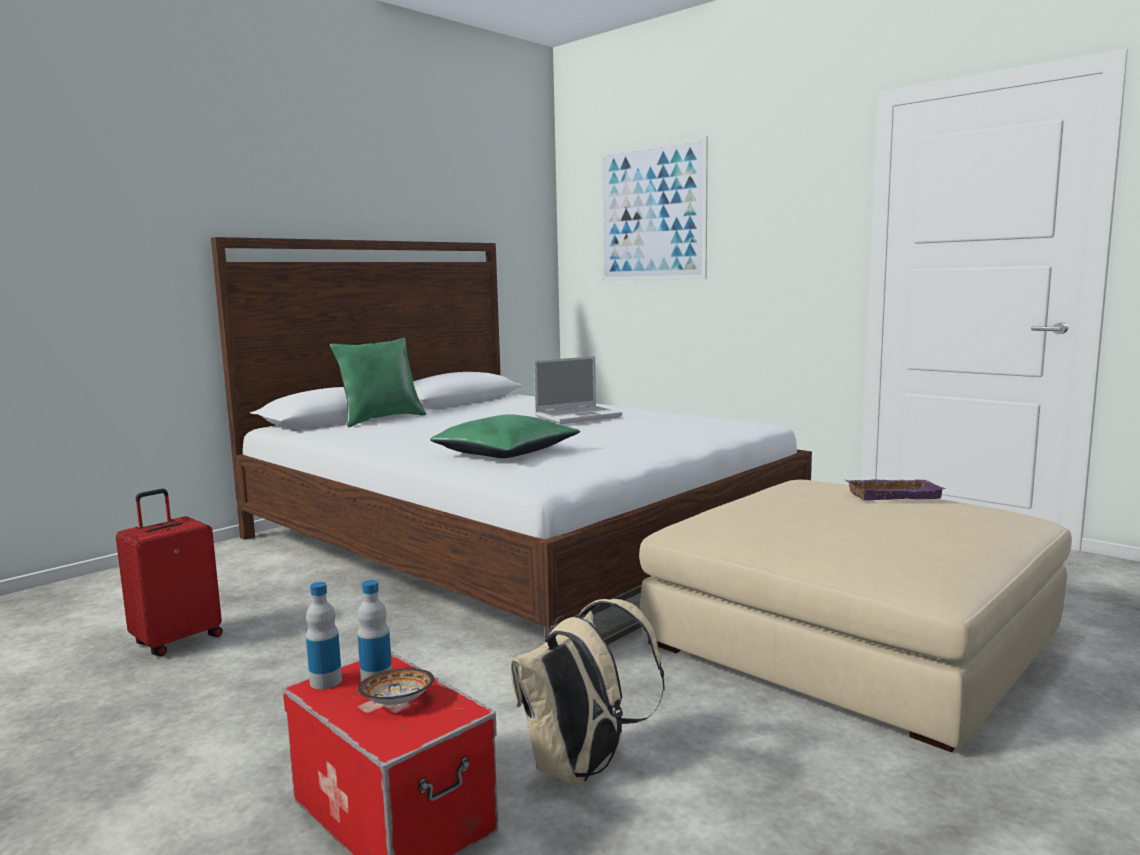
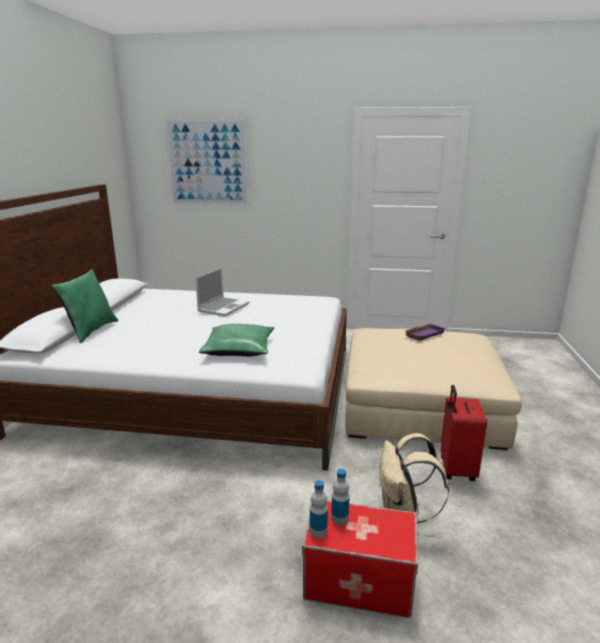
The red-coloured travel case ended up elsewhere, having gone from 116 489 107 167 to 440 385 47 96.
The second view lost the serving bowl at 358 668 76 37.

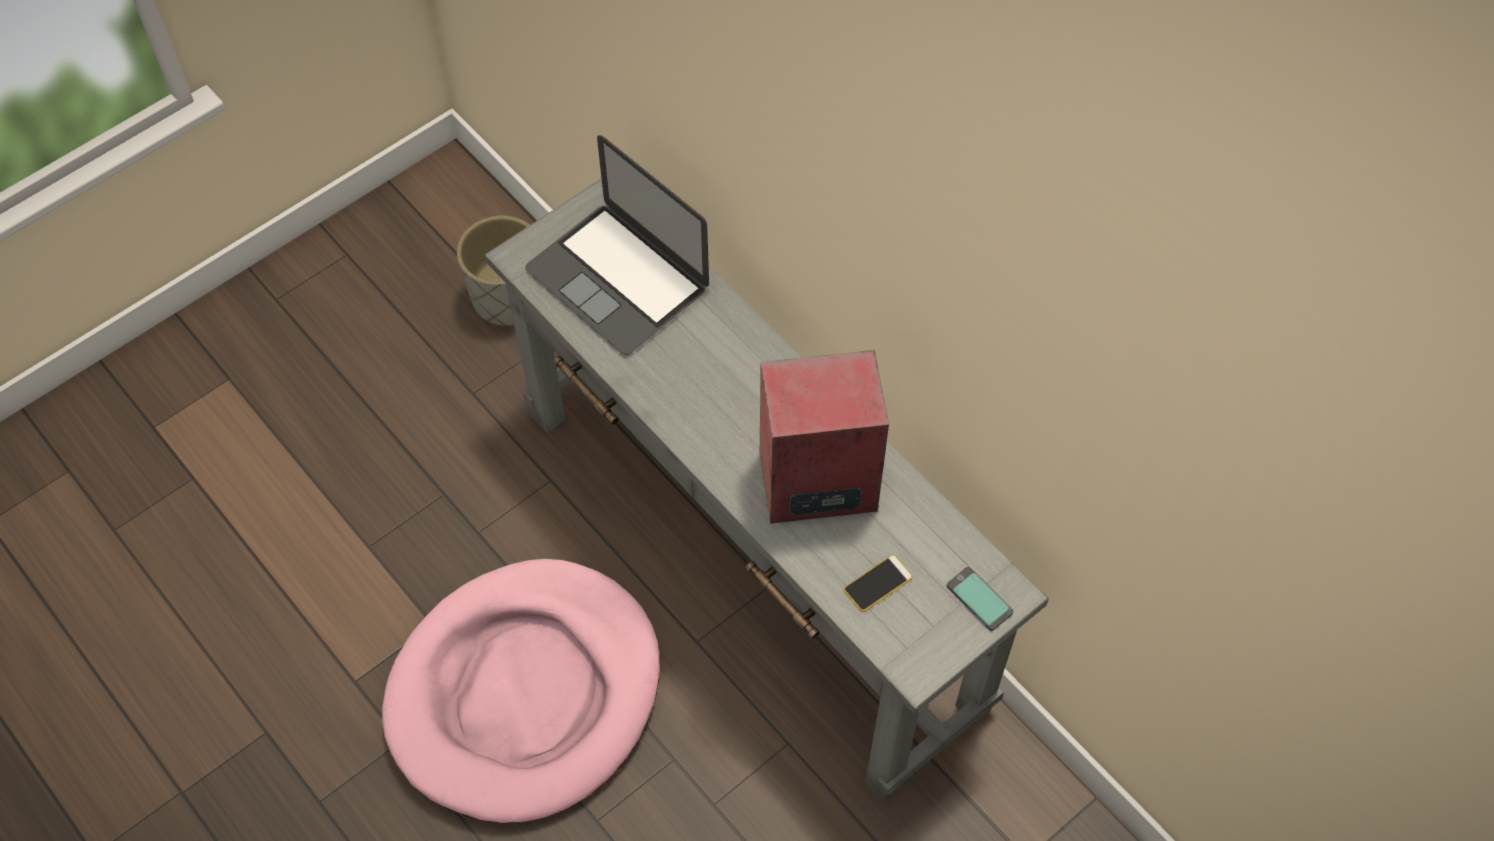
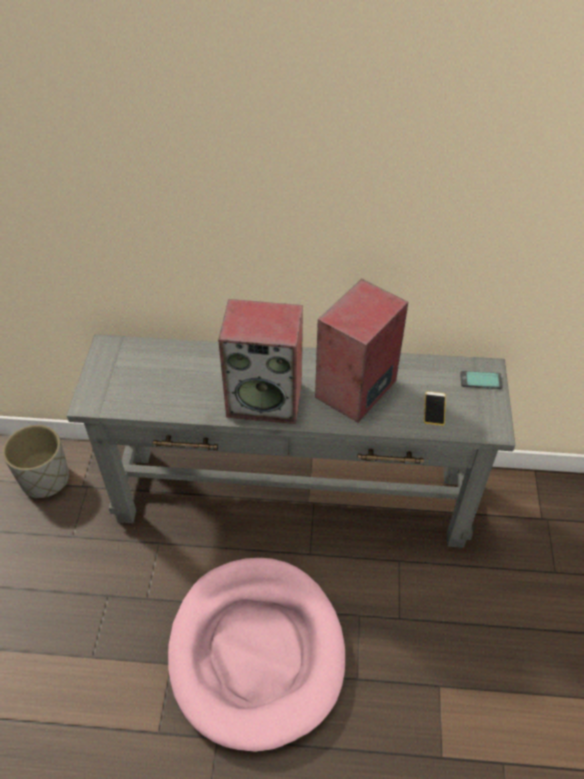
The second view lost the laptop at 525 135 184 220.
The second view gained the audio speaker at 218 299 85 125.

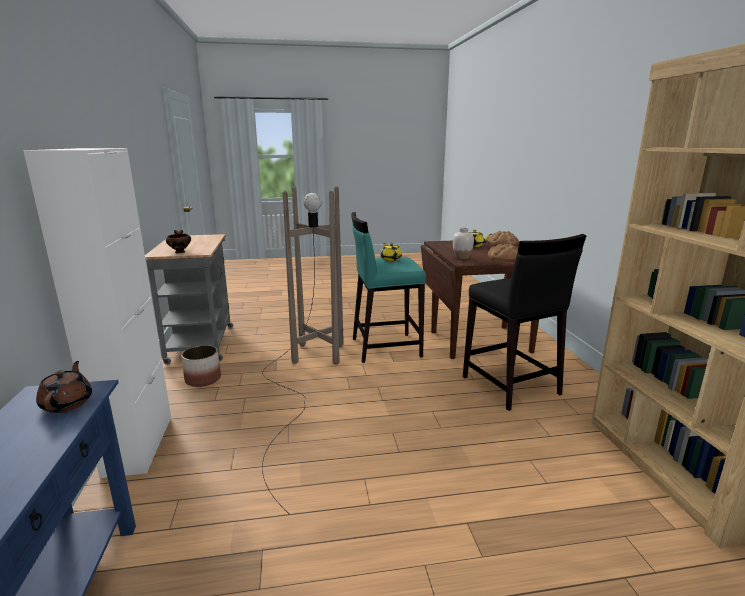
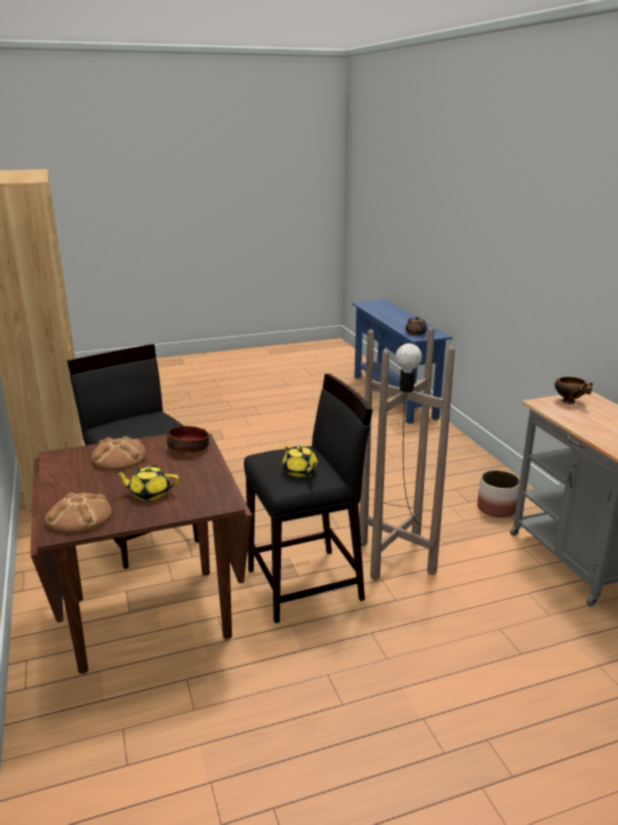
The second view lost the white-coloured cupboard at 23 148 148 330.
What was the turquoise sitting stool at 351 212 75 151 turned into the black-coloured sitting stool at 244 374 129 249.
Where the white-coloured vase stood at 453 227 21 32, the serving bowl came to stand at 167 426 42 28.

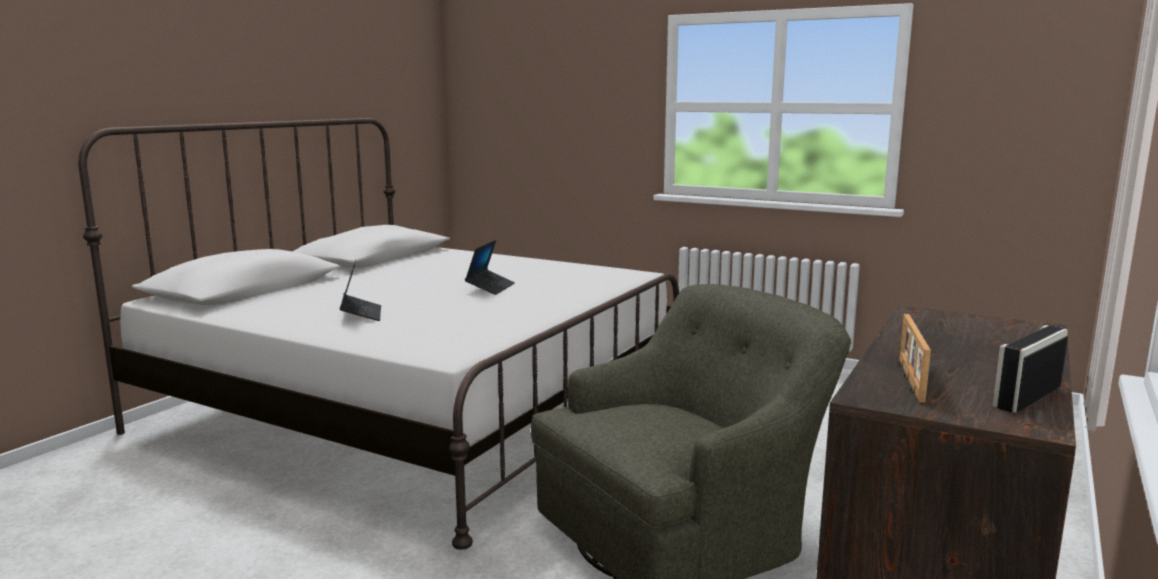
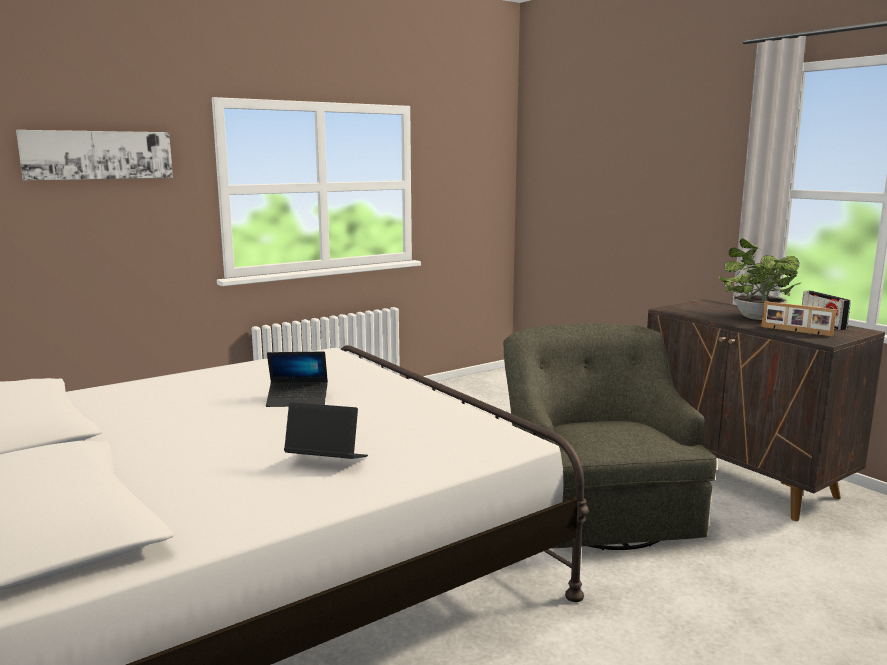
The laptop at 465 240 50 55 ended up facing another way, 135 degrees clockwise from before.
The second view gained the wall picture at 16 130 157 50.
The second view gained the houseplant at 718 238 84 82.

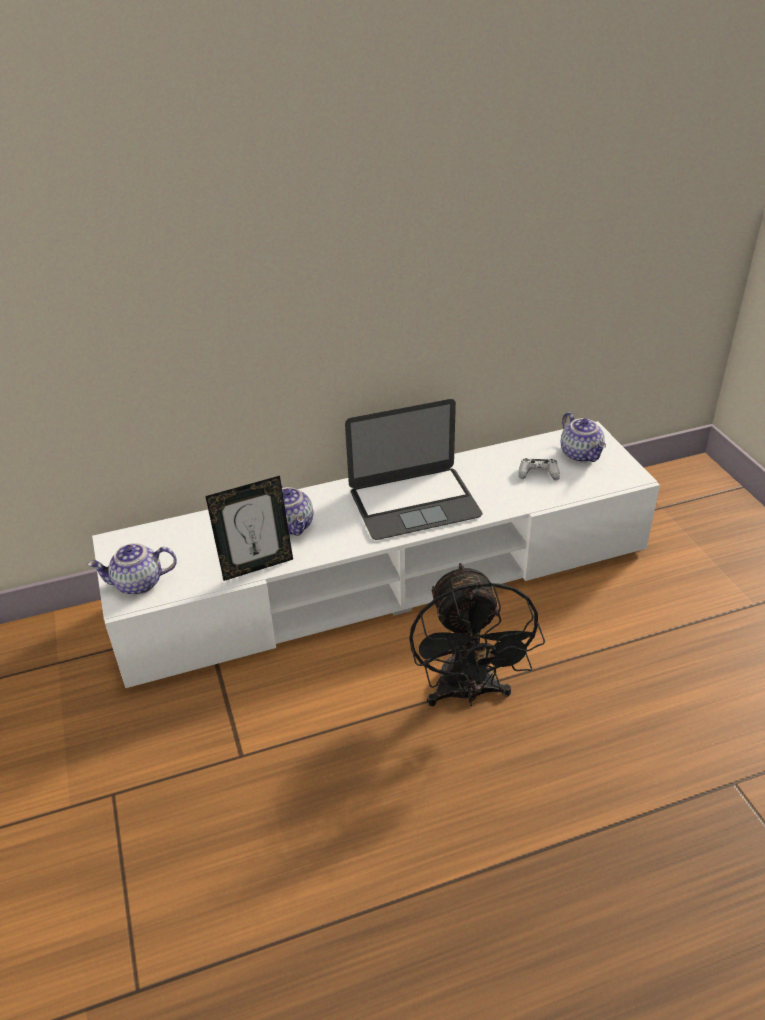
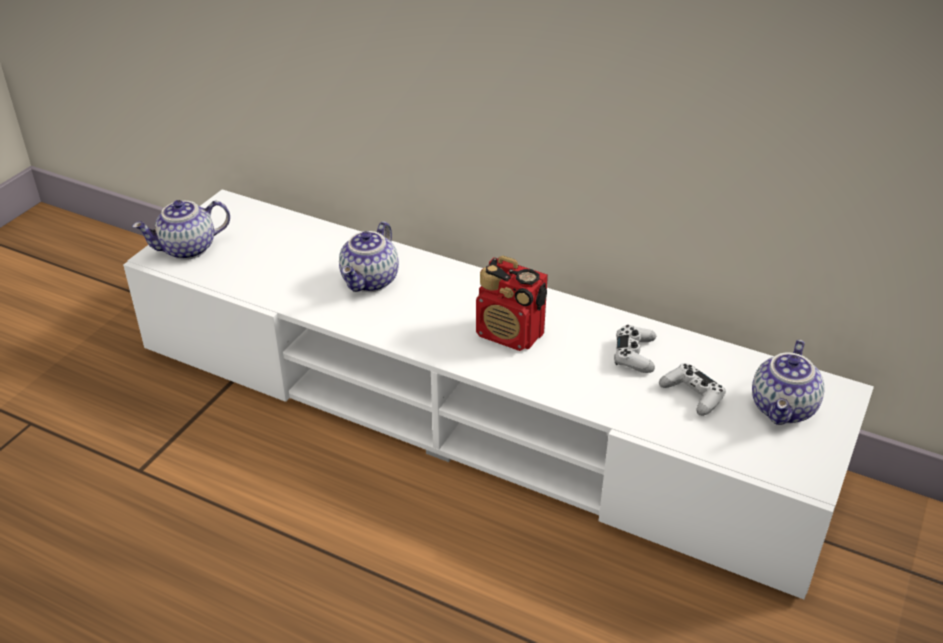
Where the laptop stood at 345 399 137 141, the radio set came to stand at 476 256 72 95.
The second view lost the photo frame at 205 476 88 105.
The teapot at 87 543 90 52 ended up facing another way, 60 degrees counterclockwise from before.
The second view lost the black-coloured cooling fan at 409 563 136 143.
The second view gained the white-coloured joypad at 614 325 42 48.

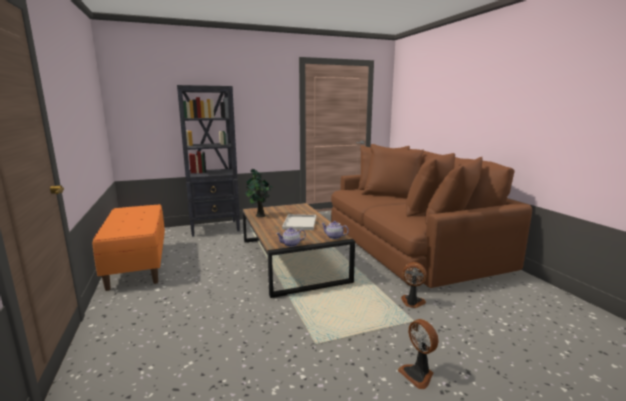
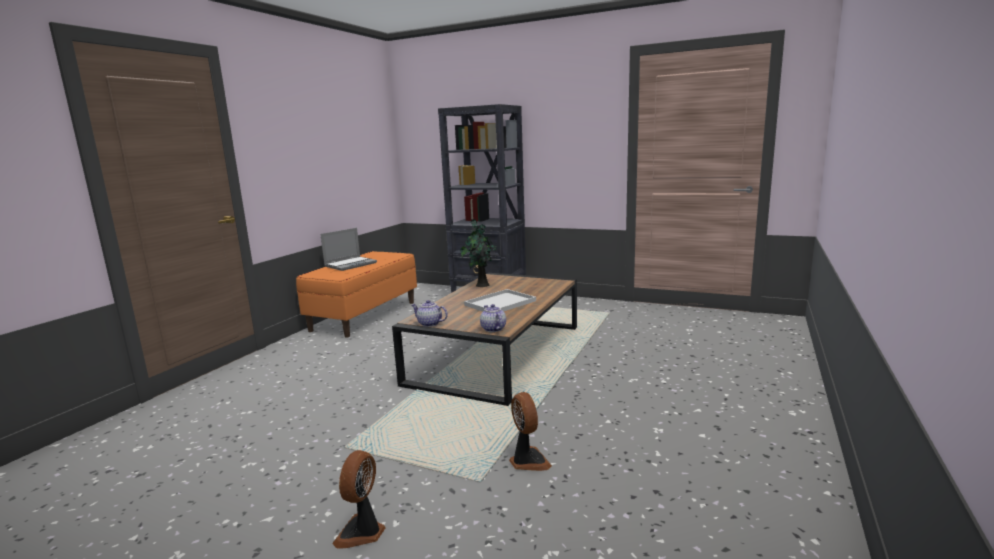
The second view lost the brown-coloured settee at 331 144 201 144.
The second view gained the laptop at 320 228 57 43.

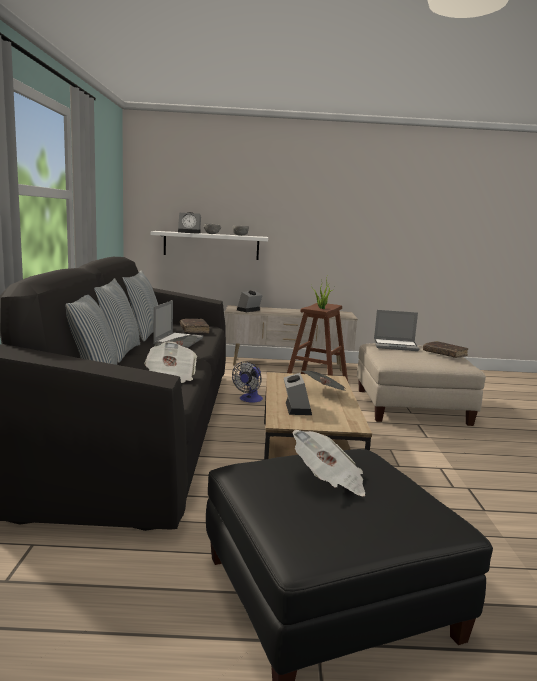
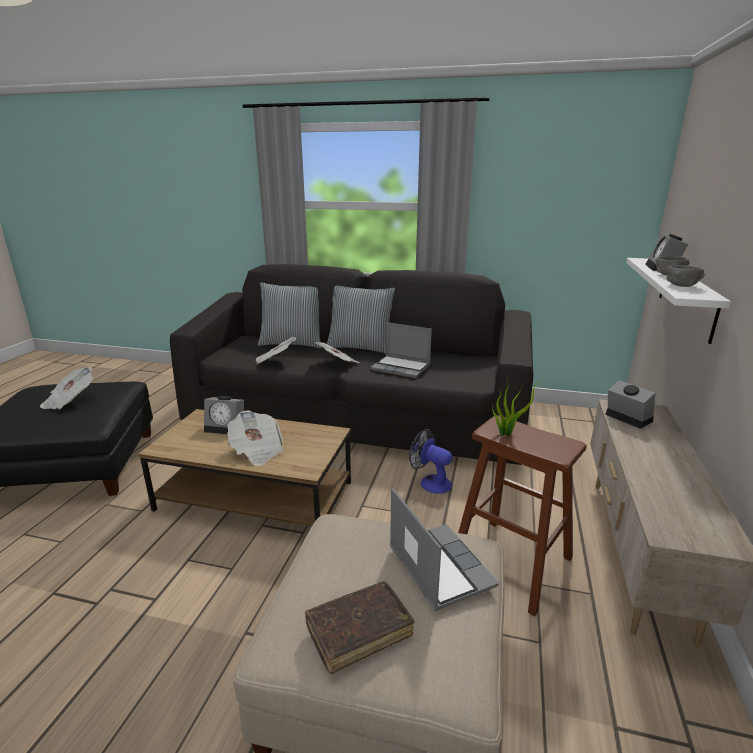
The second view lost the throw pillow at 122 270 36 71.
The laptop at 374 310 45 41 ended up facing another way, 135 degrees clockwise from before.
The second view lost the brown-coloured bound book at 180 319 30 15.

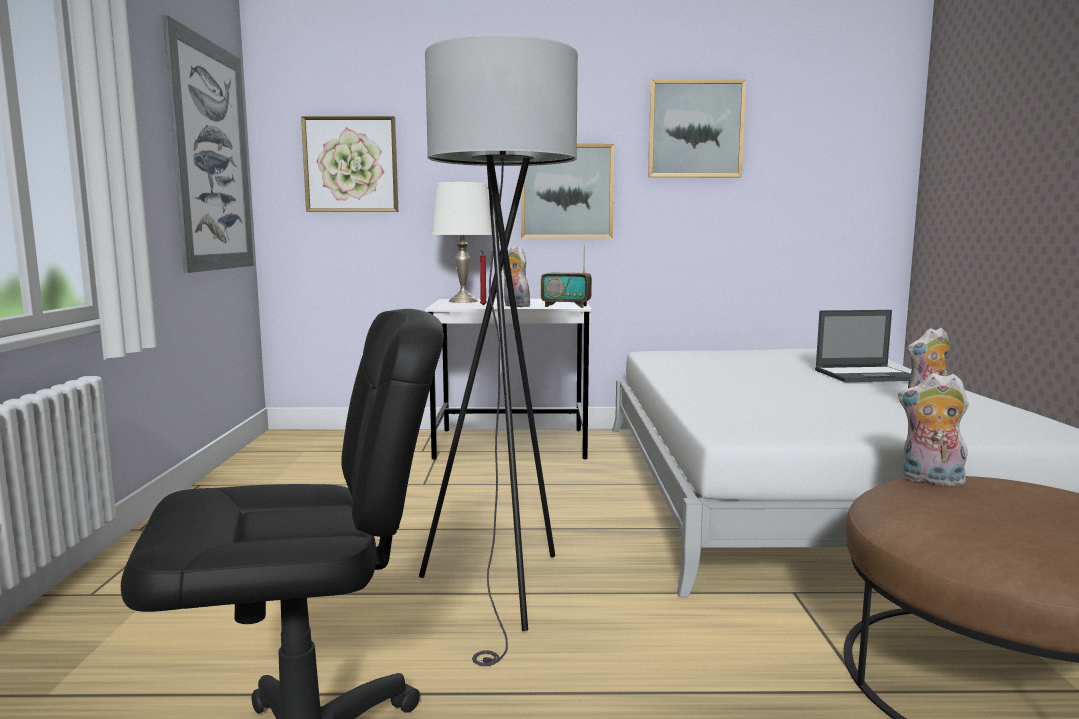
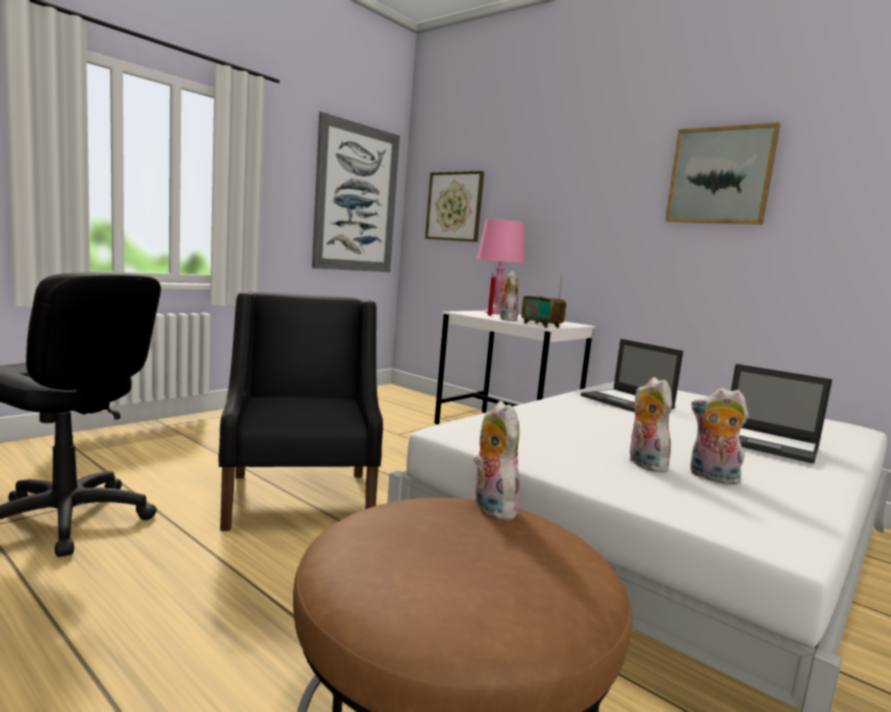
Where the greyish standard lamp stood at 419 34 159 632, the black-coloured lounge chair came to stand at 219 291 164 240.
The second view lost the wall picture at 521 144 93 95.
What was the white-coloured lamp for a table at 431 182 61 121 turned into the pink lamp for a table at 477 219 48 96.
The second view gained the laptop at 581 339 102 73.
The second view gained the soft toy at 630 377 42 95.

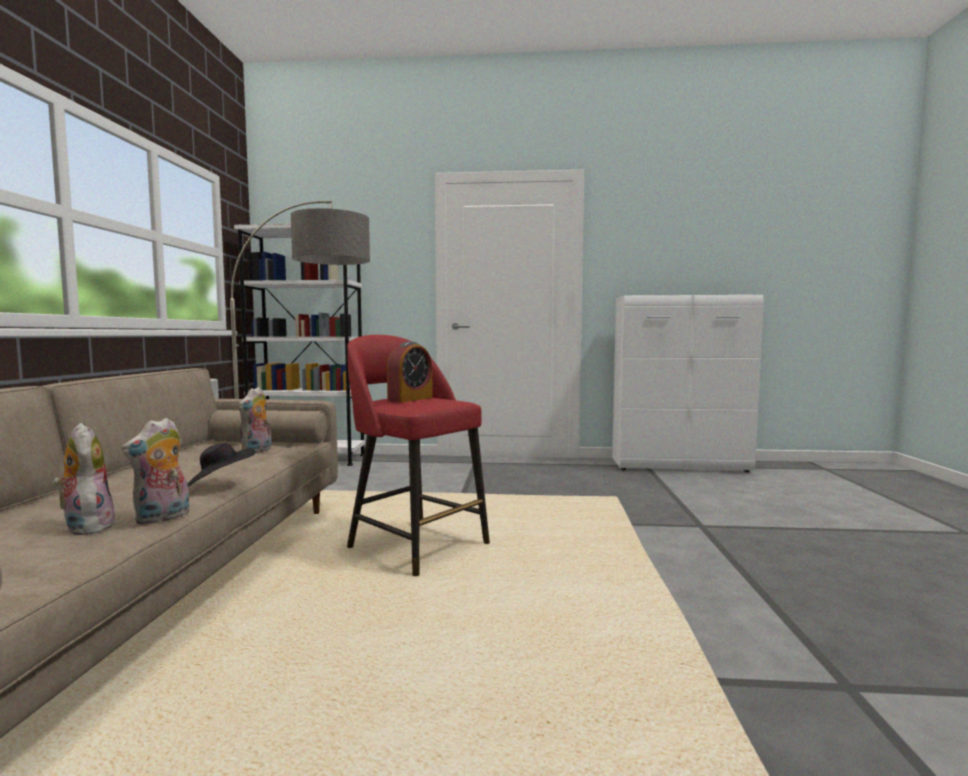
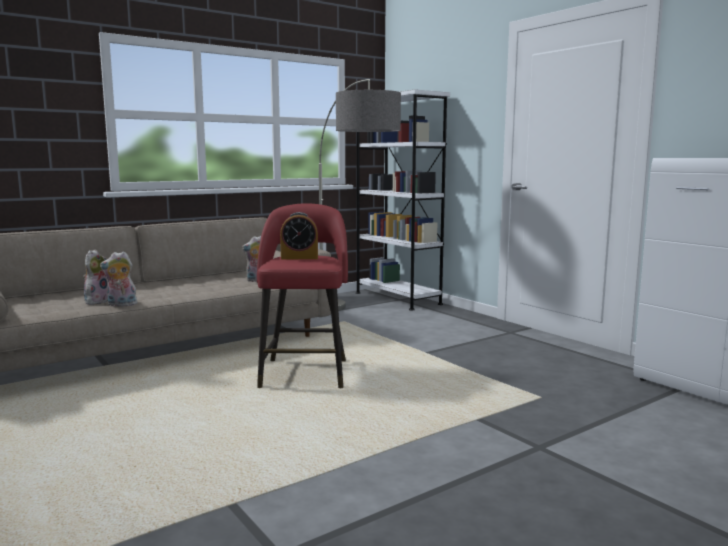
The second view lost the black-coloured clothing hat at 188 443 67 43.

